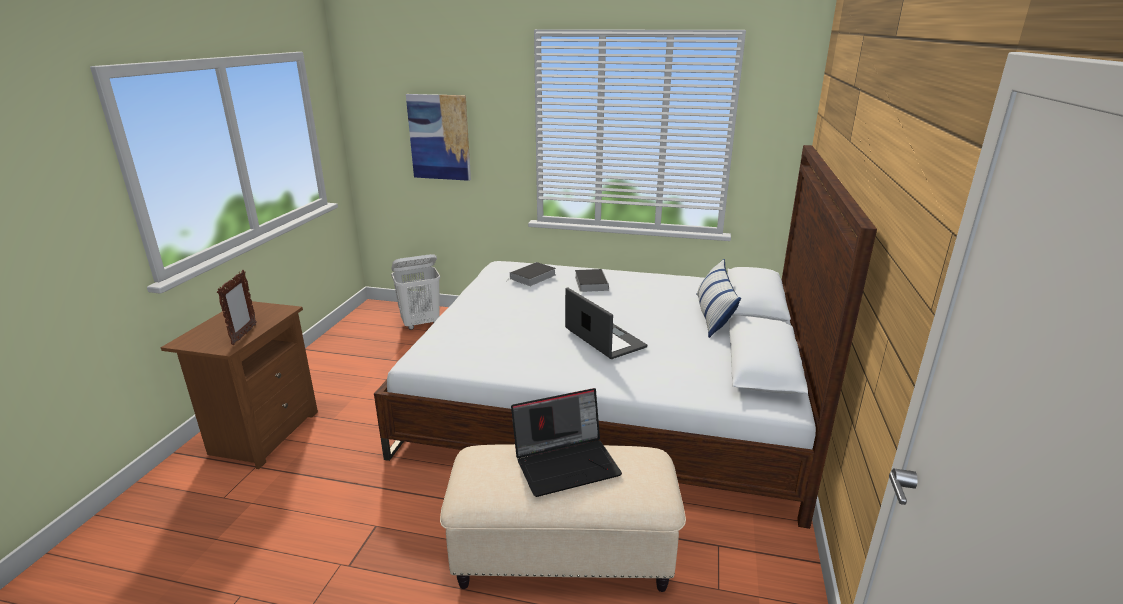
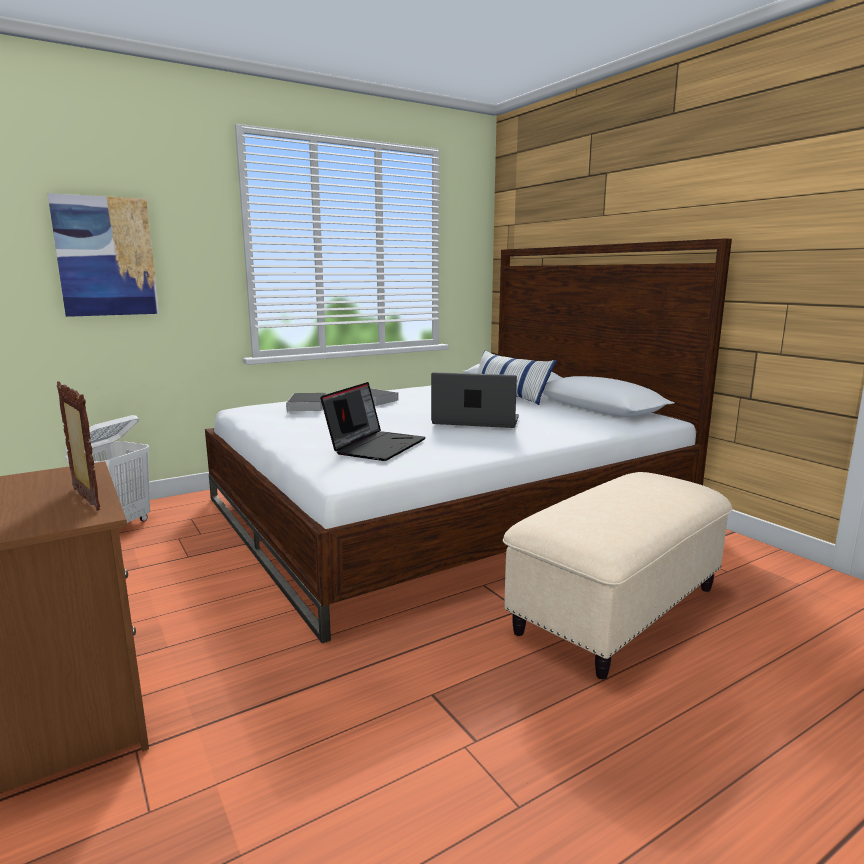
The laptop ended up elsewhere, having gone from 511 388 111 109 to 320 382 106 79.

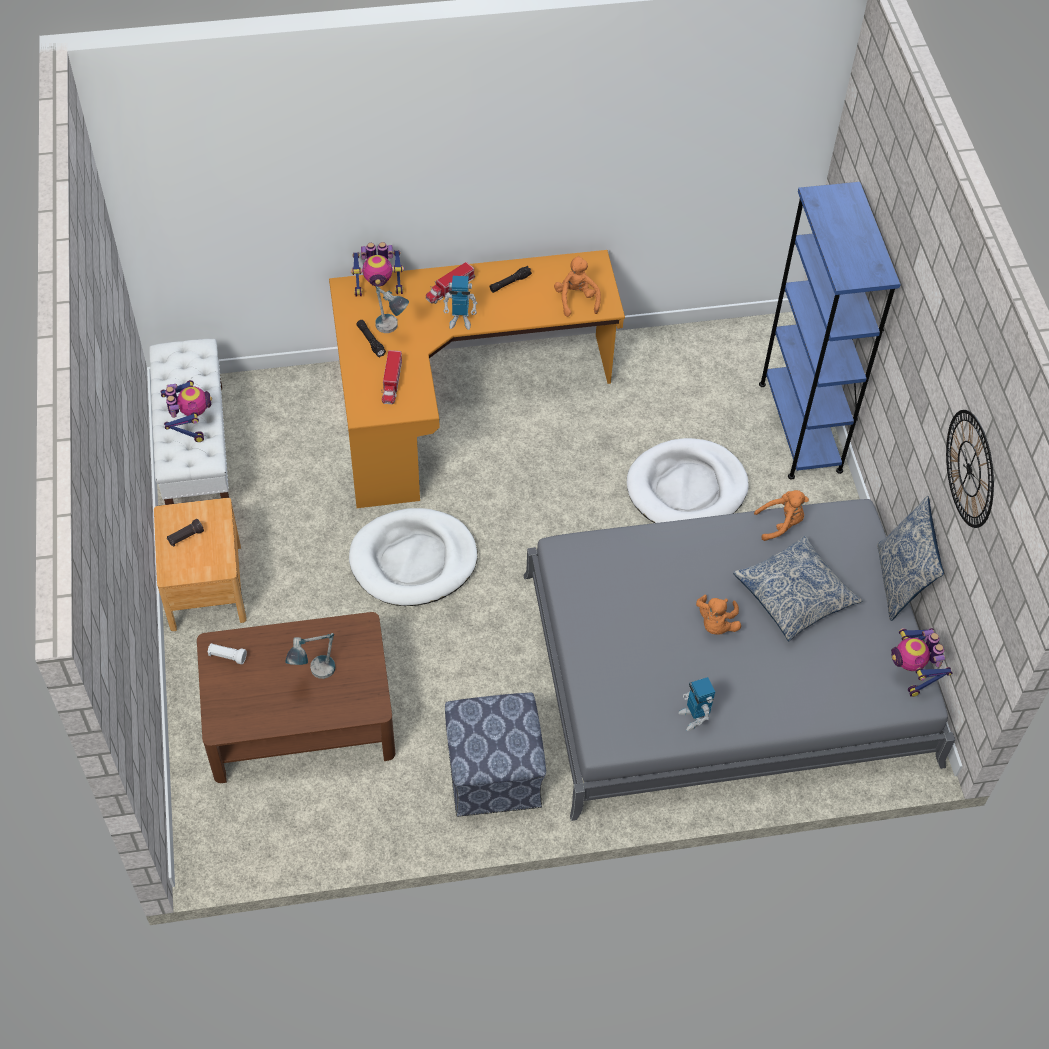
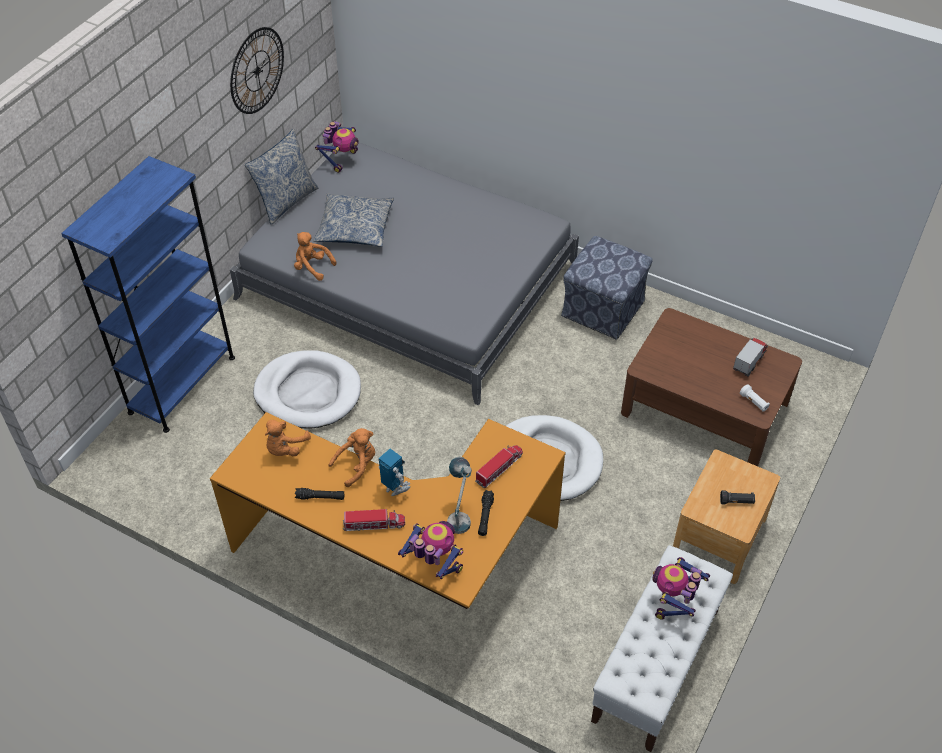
The orange soft toy ended up elsewhere, having gone from 696 594 45 41 to 329 428 46 59.
The second view lost the lamp for a table at 285 633 50 46.
The second view lost the toy robot at 678 677 37 54.
The second view gained the toy truck at 733 338 35 39.

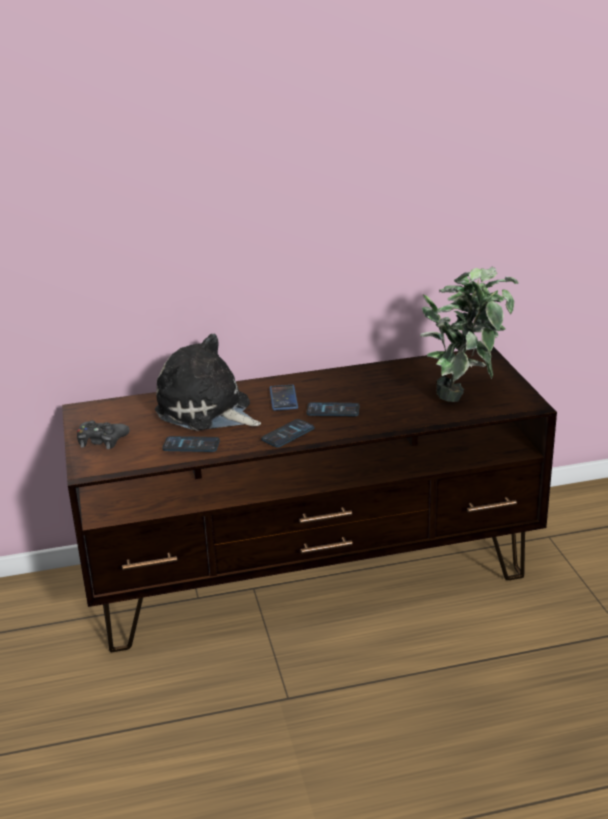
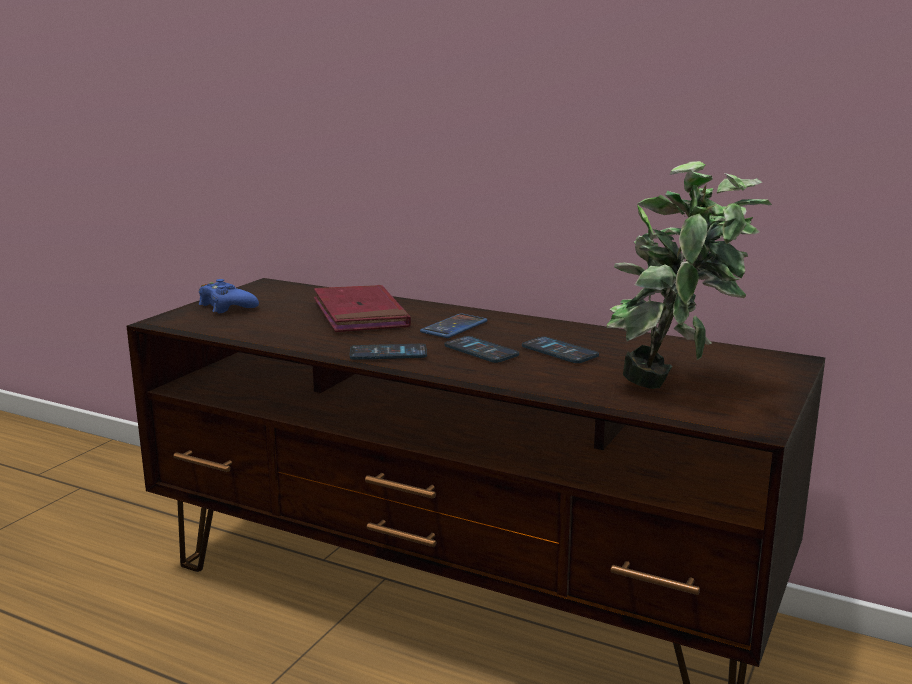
Where the soft toy stood at 155 334 106 97, the red-coloured bound book came to stand at 314 285 97 47.
What was the black-coloured joypad at 77 420 53 29 turned into the blue-coloured joypad at 199 279 60 35.
The phone ended up elsewhere, having gone from 162 436 58 16 to 522 337 77 26.

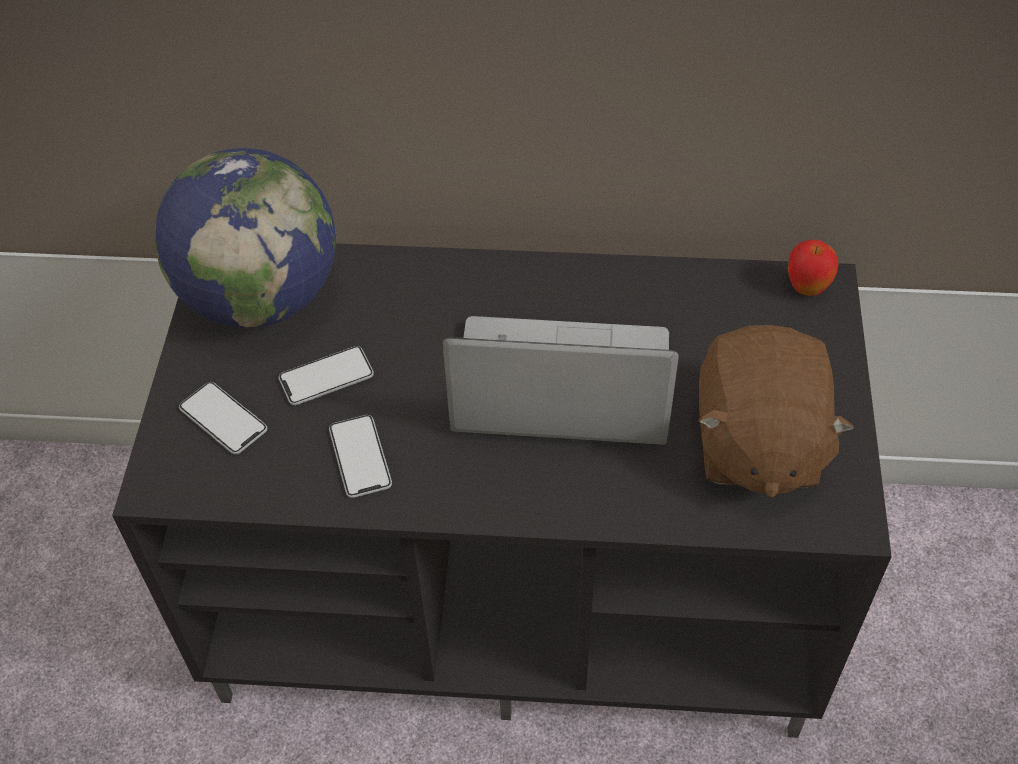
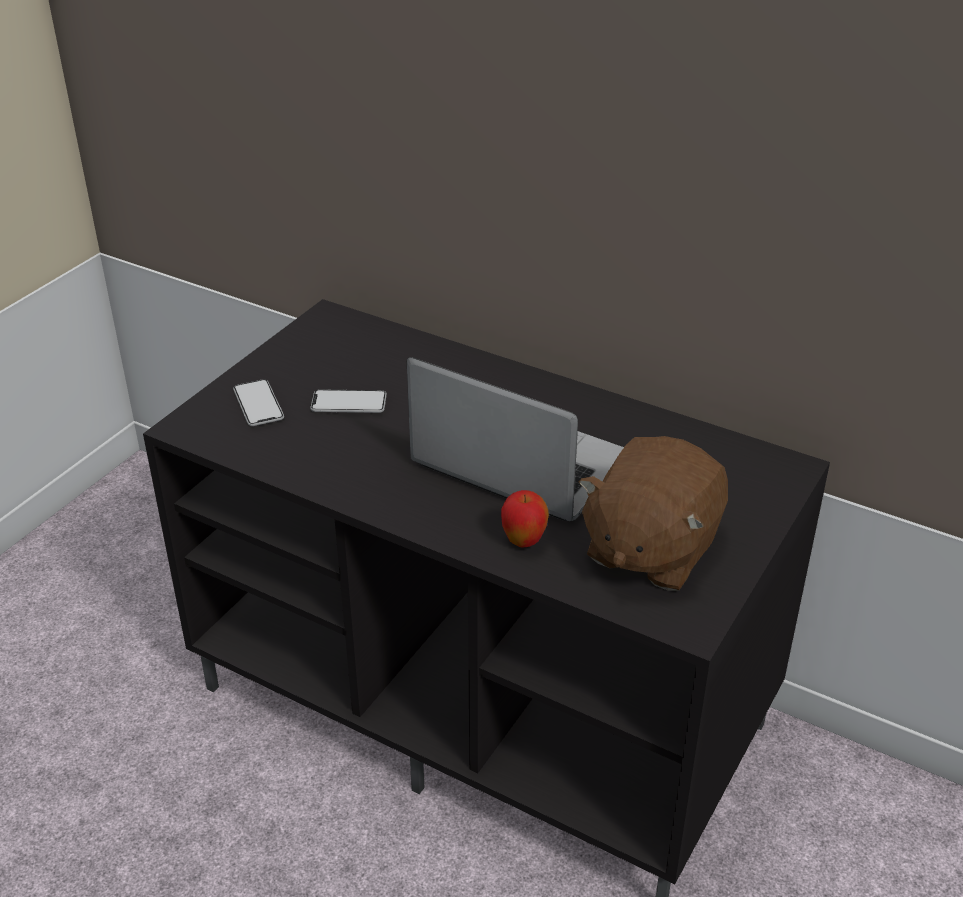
The second view lost the world globe at 155 148 181 180.
The whole apple ended up elsewhere, having gone from 788 240 50 56 to 501 490 48 58.
The second view lost the phone at 329 415 63 83.

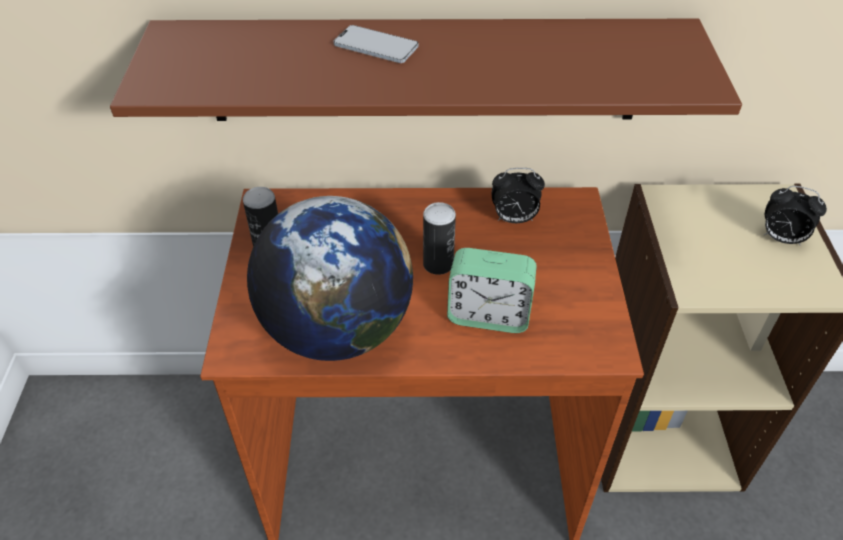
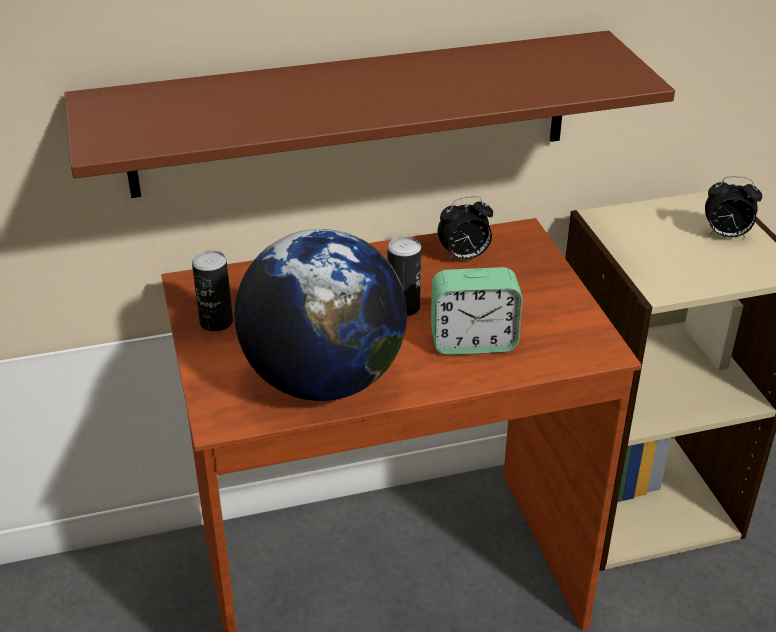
The second view lost the phone at 333 25 85 38.

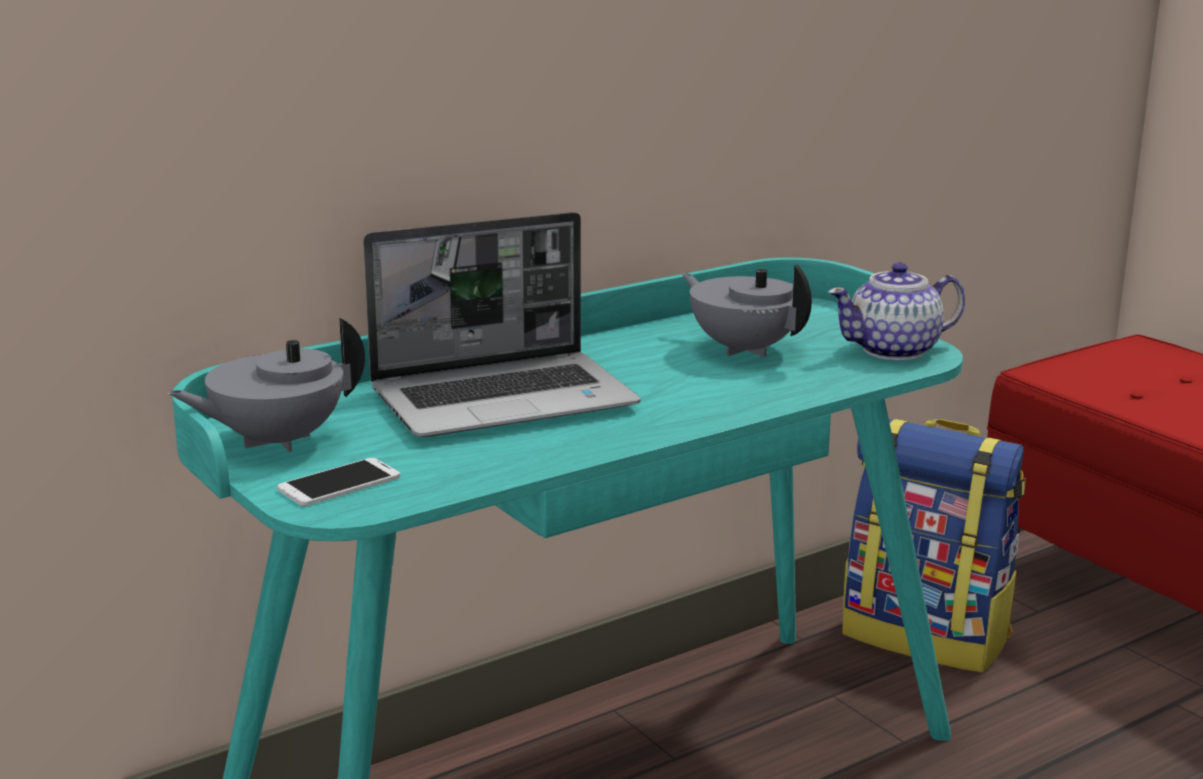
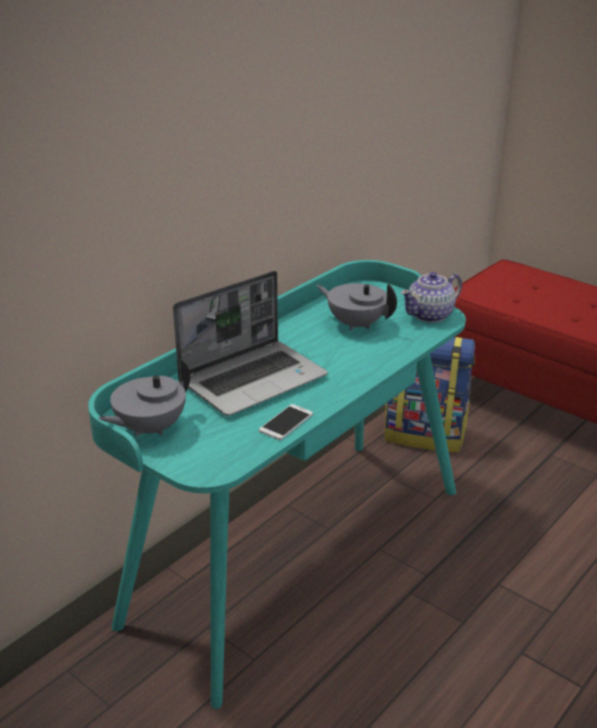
The phone ended up elsewhere, having gone from 277 458 123 48 to 259 404 54 36.

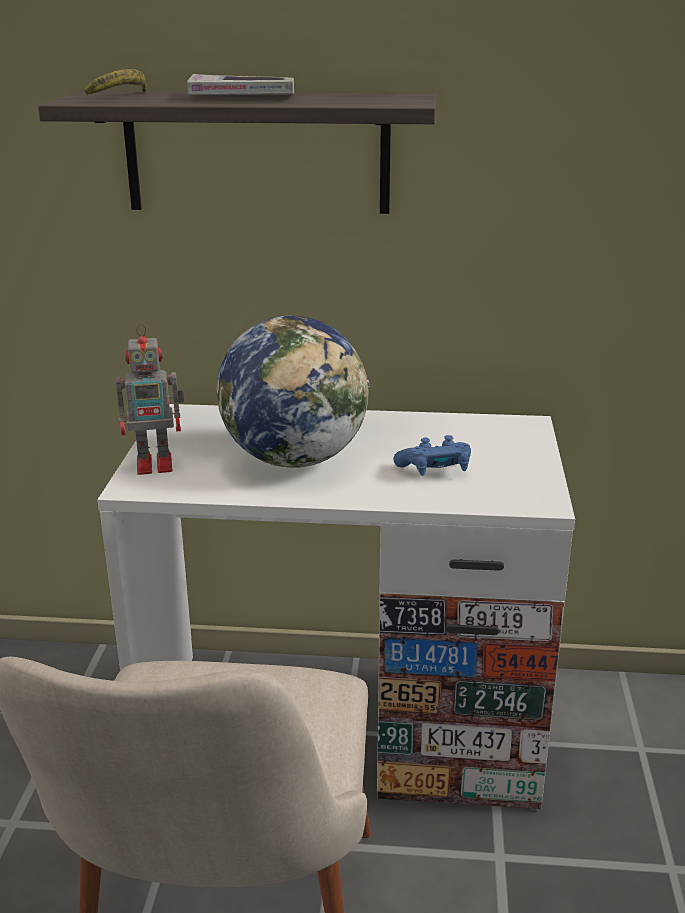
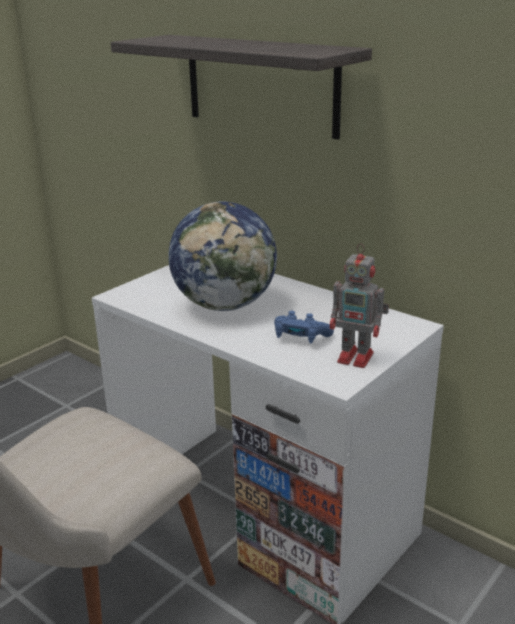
The second view lost the whole banana at 84 69 63 26.
The second view lost the bound book at 187 74 107 21.
The toy robot ended up elsewhere, having gone from 115 324 69 151 to 330 243 59 125.

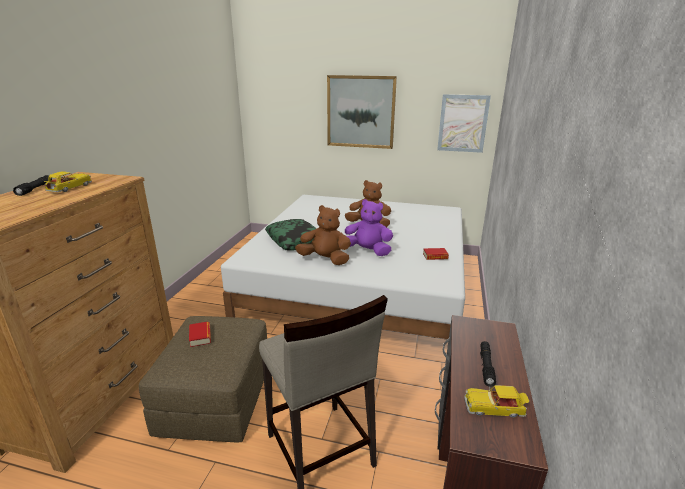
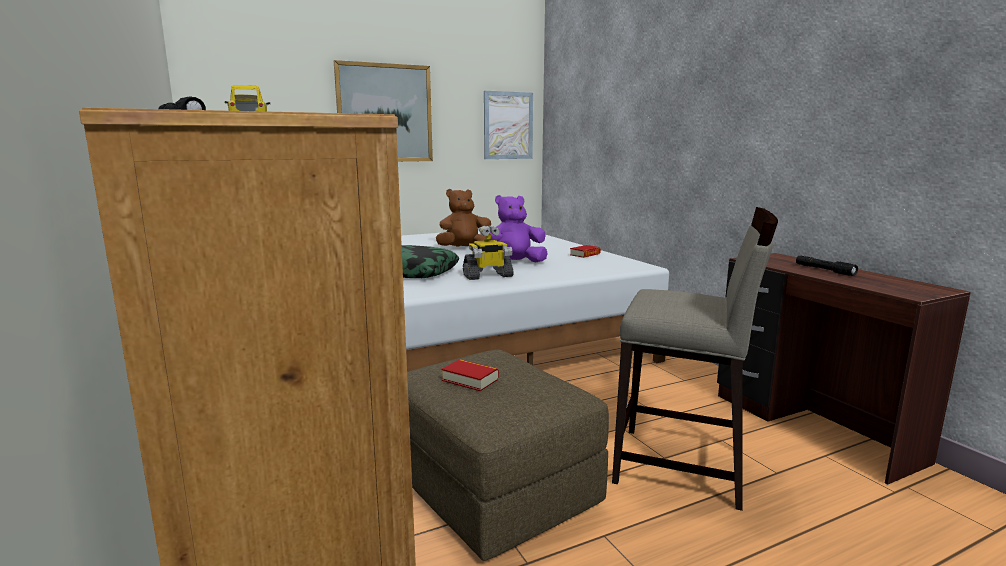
Where the brown-coloured soft toy stood at 295 205 56 60, the toy robot came to stand at 463 225 51 55.
The second view lost the miniature car at 464 385 65 33.

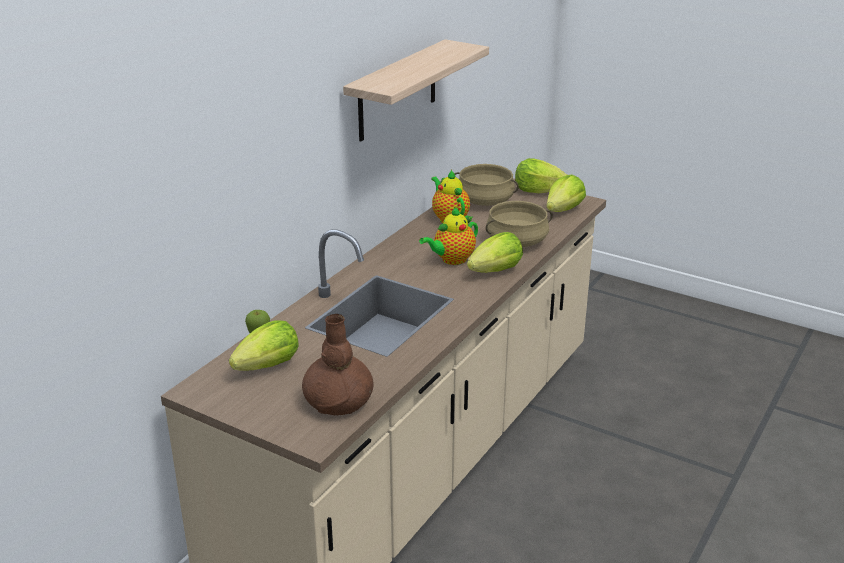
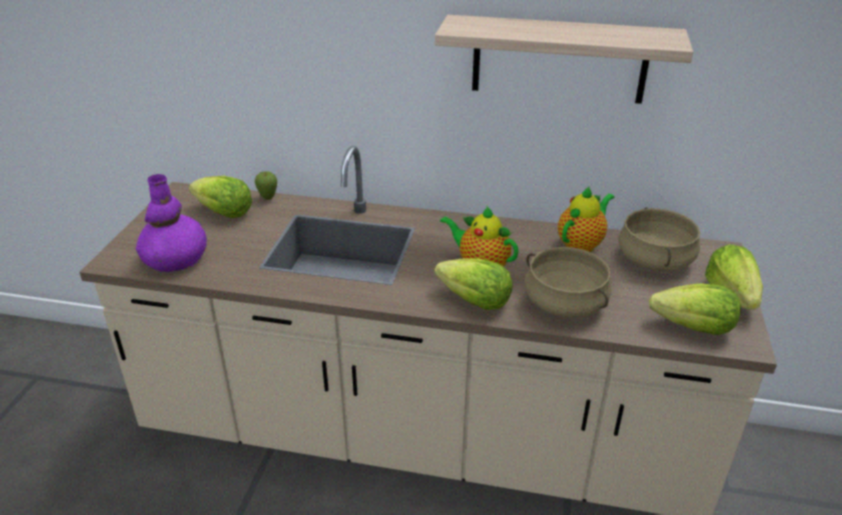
What was the brown-coloured vase at 302 314 71 101 turned into the purplish vase at 136 174 71 99.

